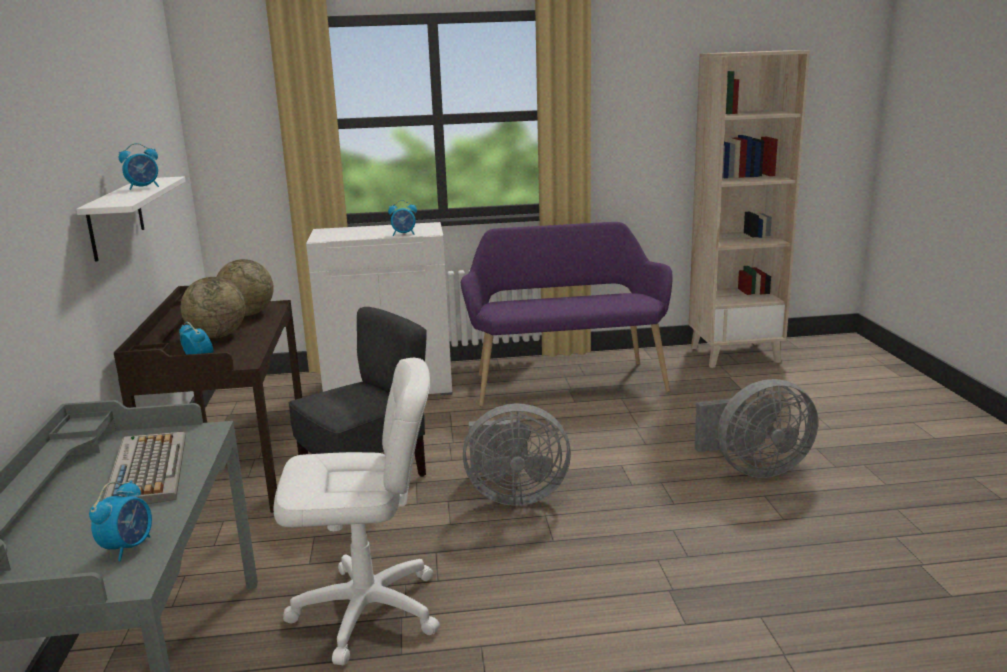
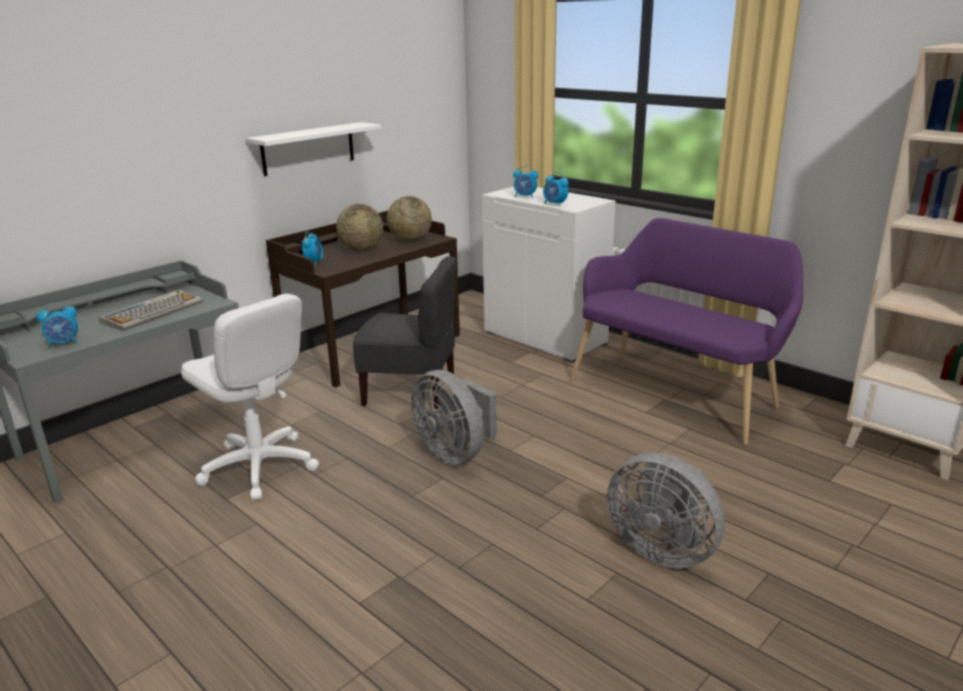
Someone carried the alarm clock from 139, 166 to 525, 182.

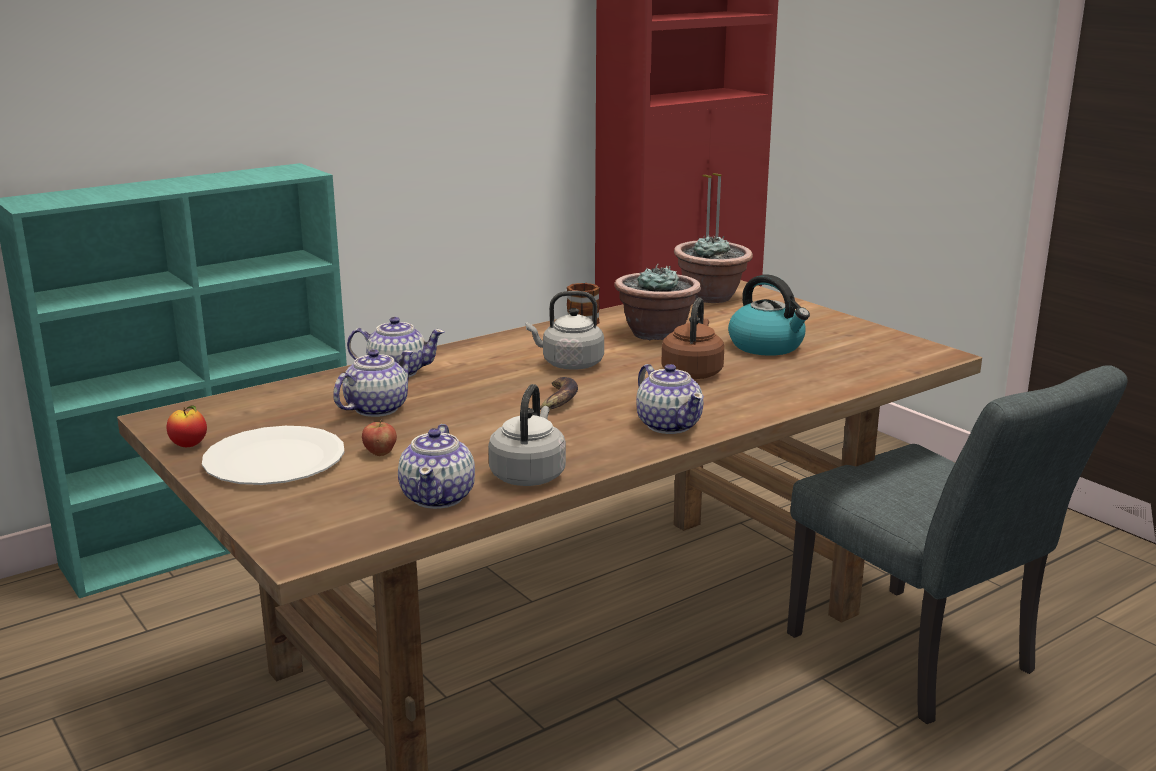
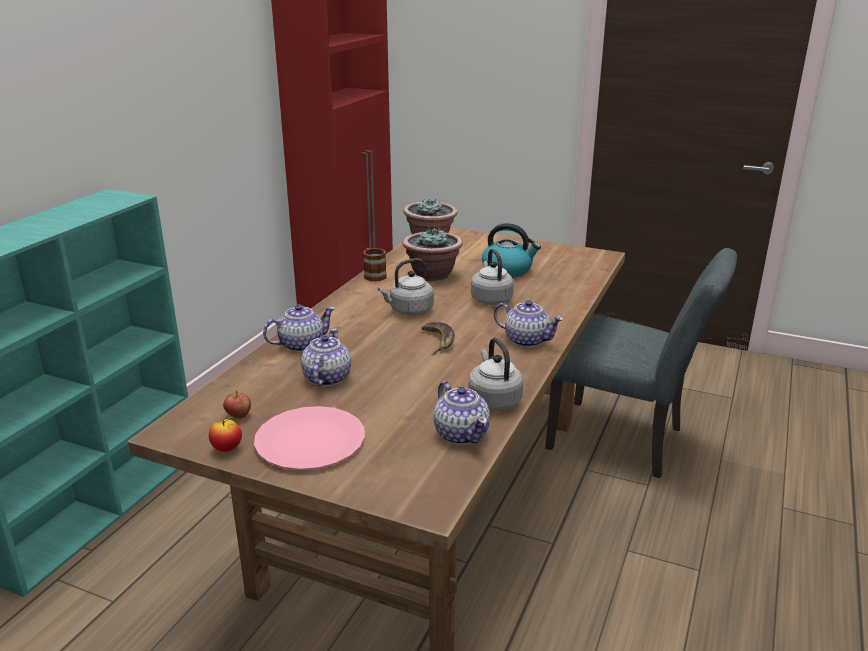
Someone repainted the brown kettle at 692, 338, which became the grey kettle at 492, 277. Someone carried the apple from 379, 437 to 237, 405. Someone repainted the white plate at 273, 455, which became the pink plate at 309, 438.

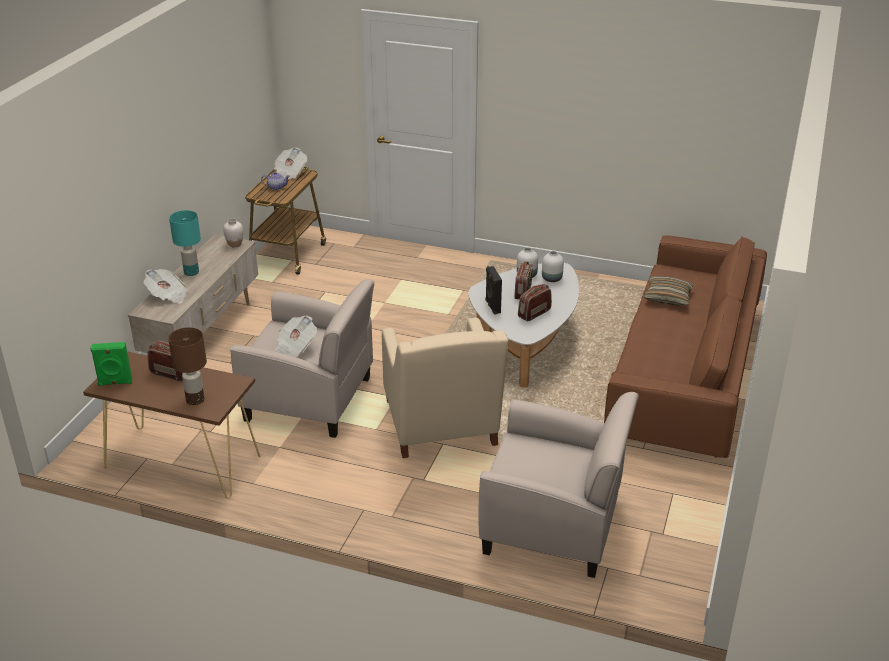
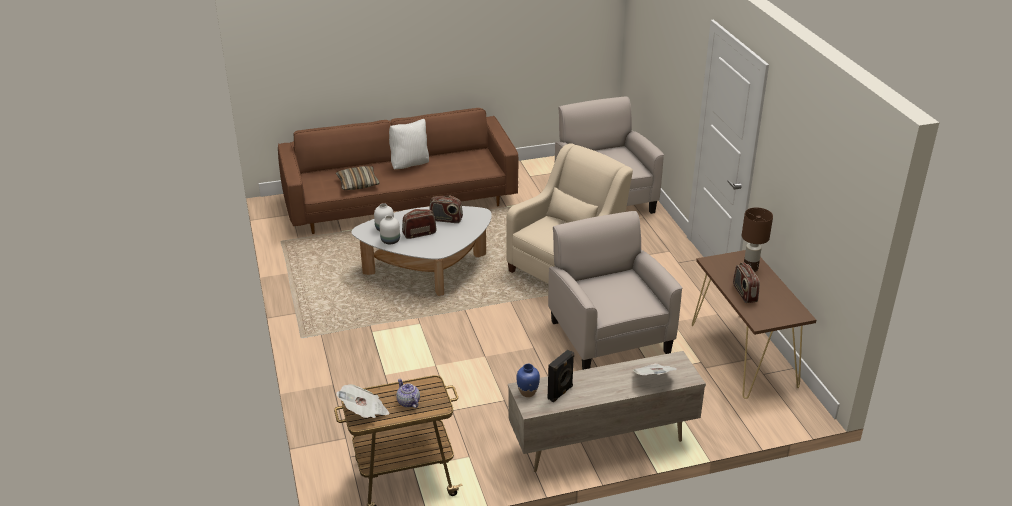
Someone took away the turquoise table lamp at 185, 243. Someone repainted the white vase at 233, 232, which became the blue vase at 528, 380. Someone carried the black speaker from 493, 290 to 561, 376. Someone took away the newspaper at 295, 336. Someone took away the green speaker at 111, 364. Someone put down the white pillow at 409, 144.

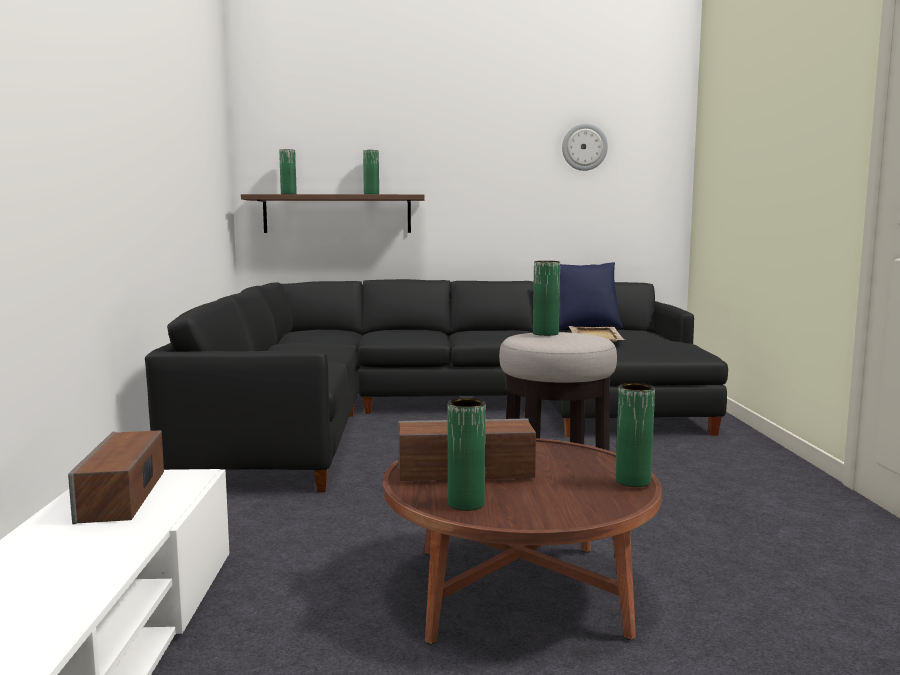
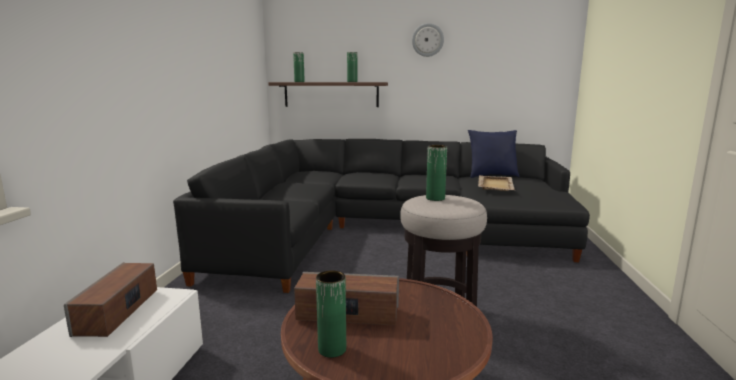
Someone carried the wall clock from 585, 147 to 428, 40. Someone took away the green vase at 635, 435.

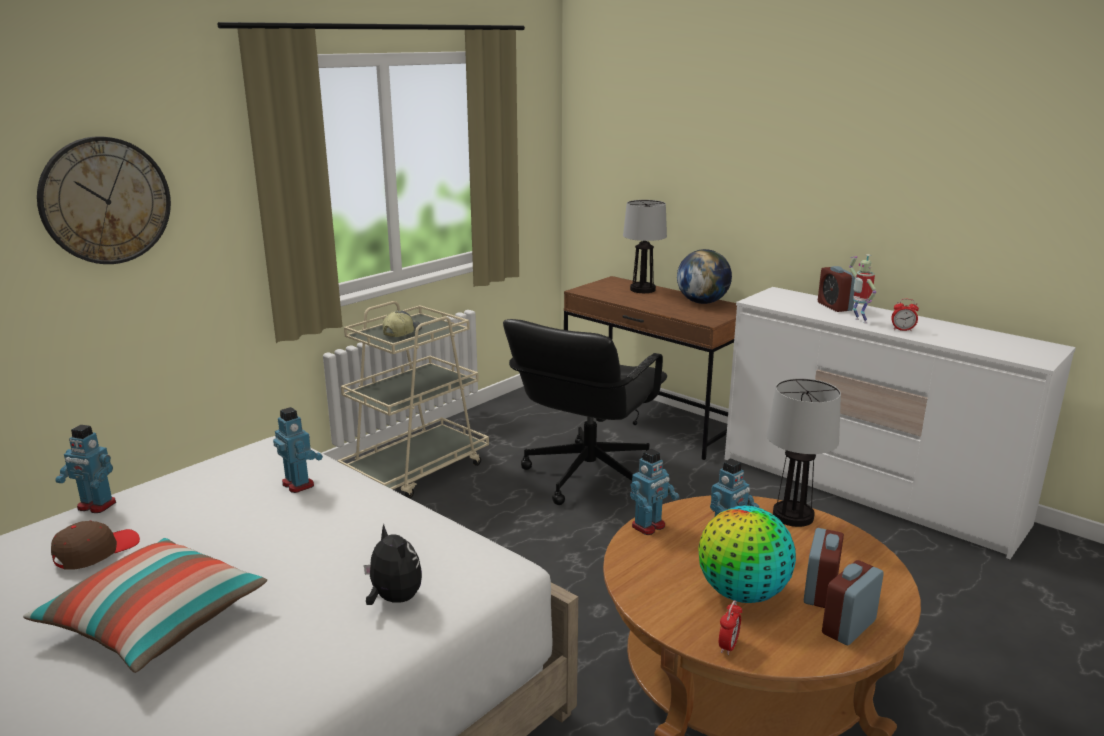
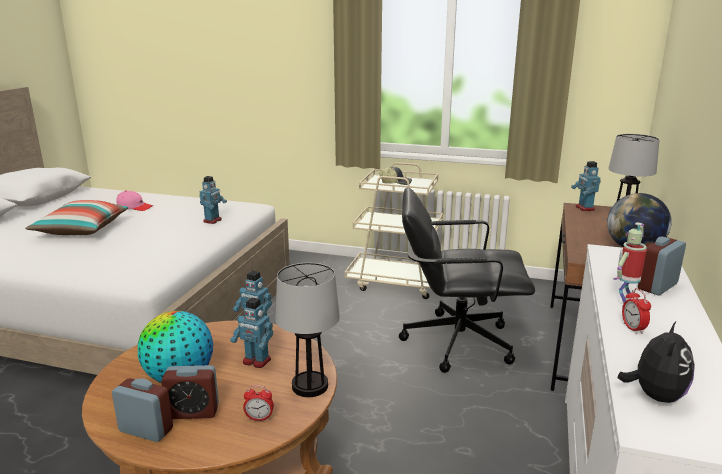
Someone took away the wall clock at 104, 200. Someone carried the toy robot from 85, 469 to 586, 186. Someone repainted the brown cap at 95, 545, which became the pink cap at 134, 201. Someone carried the plush toy from 393, 564 to 656, 362. Someone carried the alarm clock from 730, 627 to 258, 403.

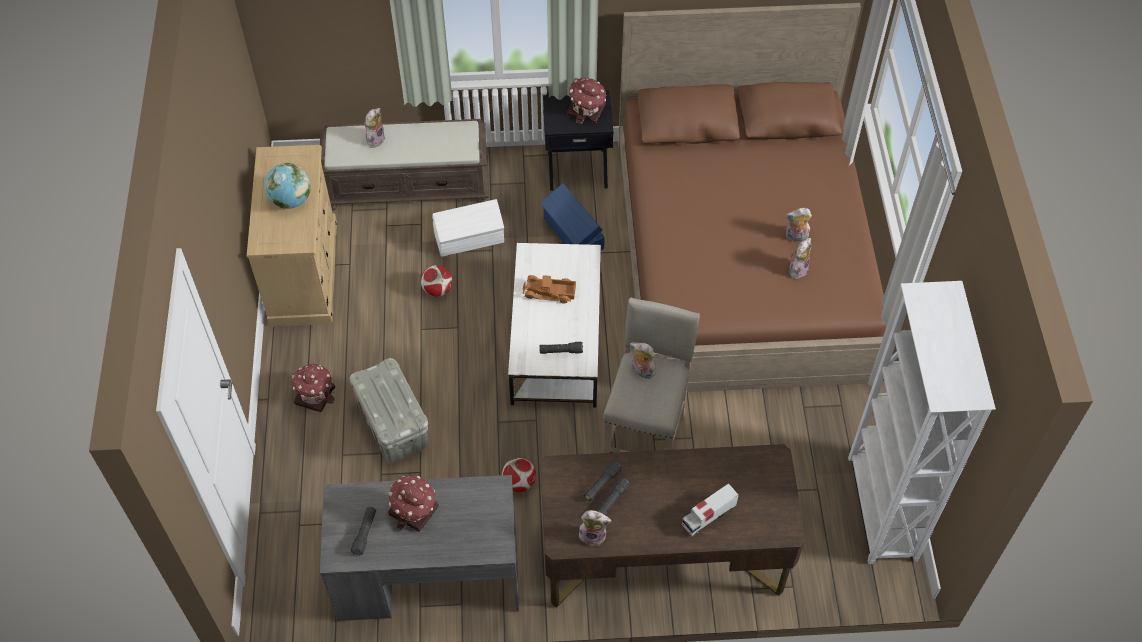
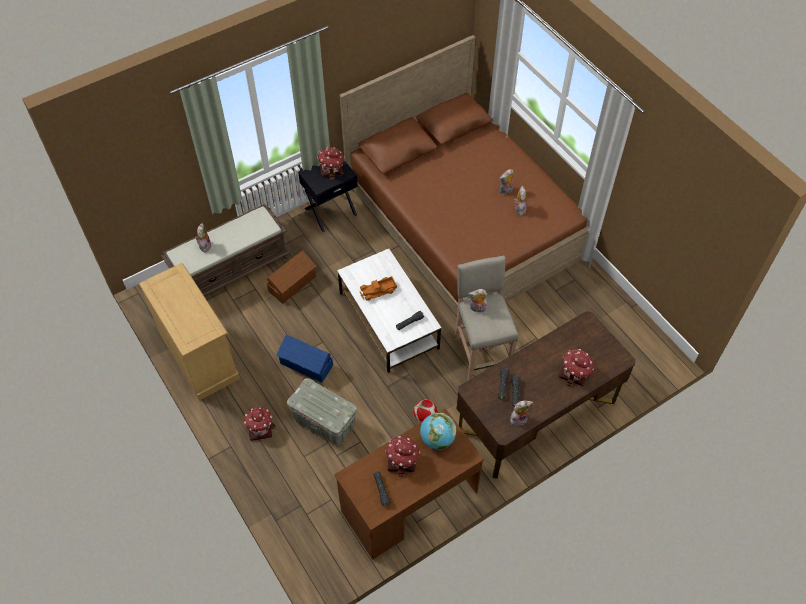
Someone carried the globe from 287, 186 to 438, 431. Someone carried the blue storage box from 572, 216 to 304, 358. Someone repainted the white storage box at 468, 228, which became the brown storage box at 291, 277. Someone took away the football at 436, 281. Someone took away the white bookcase at 922, 422. Someone repainted the grey desk at 419, 548, which became the brown desk at 409, 484. Someone swapped the toy truck at 710, 509 for the toy house at 576, 367.

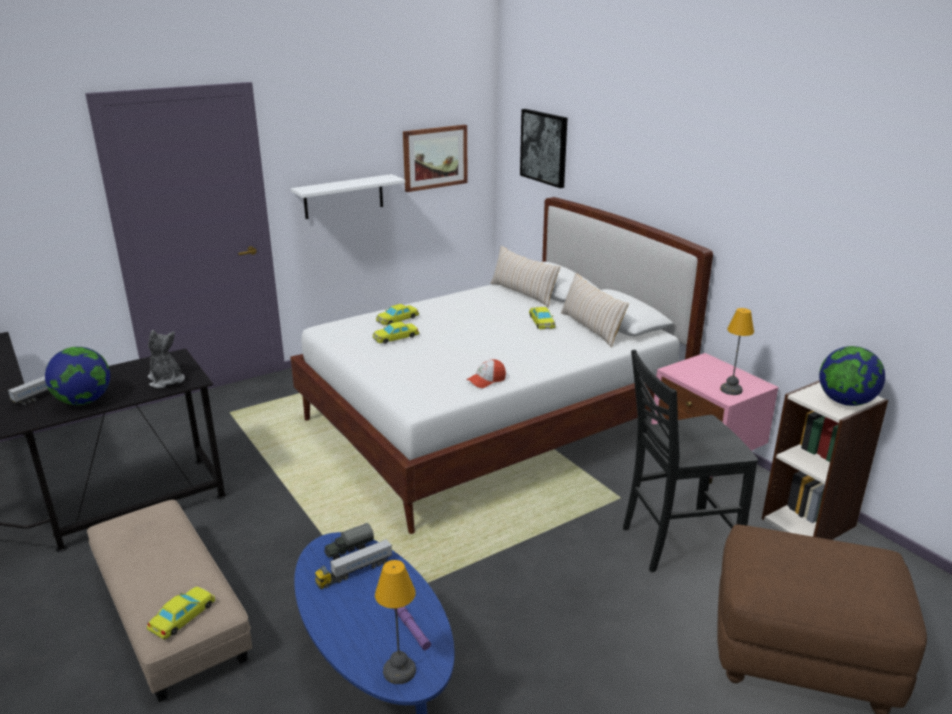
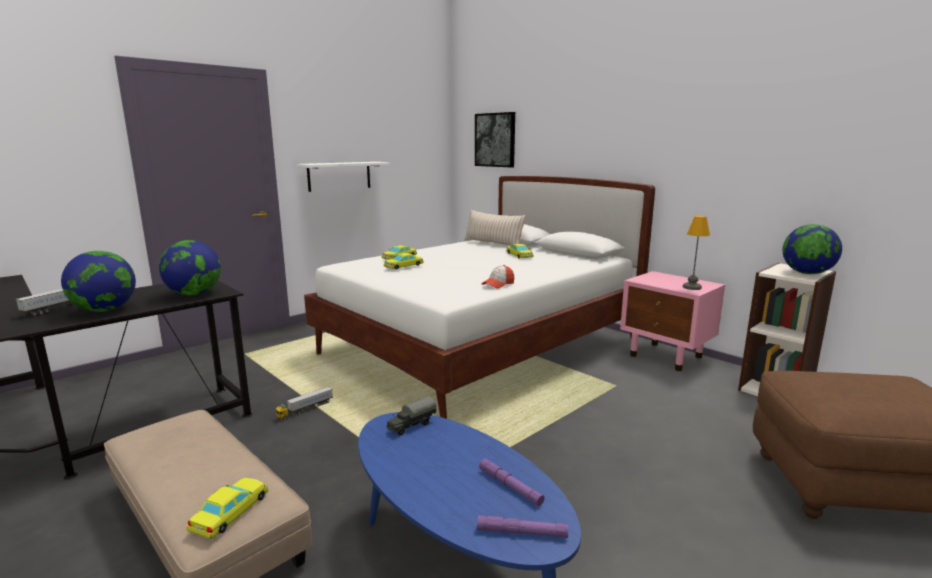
Someone took away the picture at 435, 158. Someone took away the beige pillow at 595, 310. Someone swapped the plush toy at 166, 359 for the globe at 190, 267. Someone took away the black chair at 690, 461. Someone carried the toy truck from 353, 564 to 304, 403. Someone swapped the table lamp at 395, 622 for the purple flashlight at 522, 526.

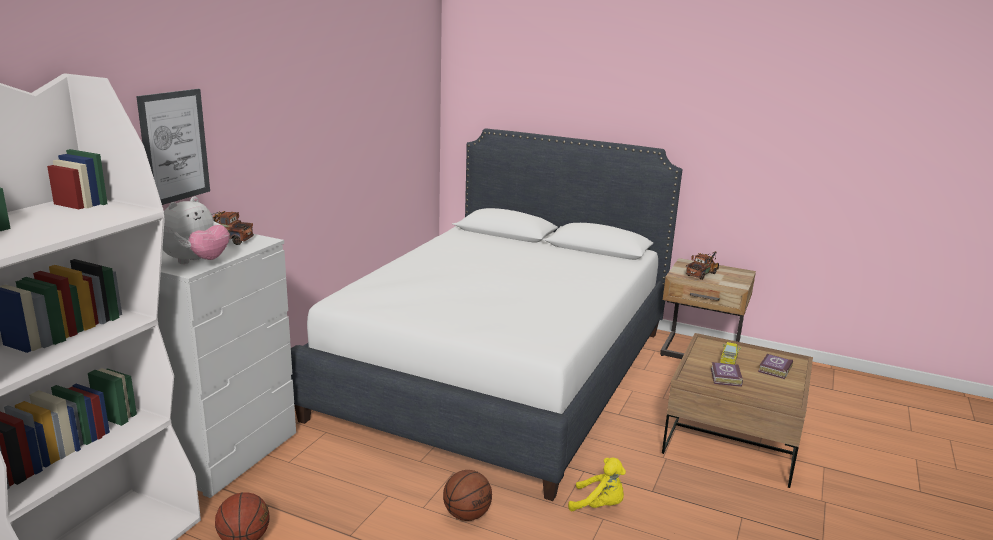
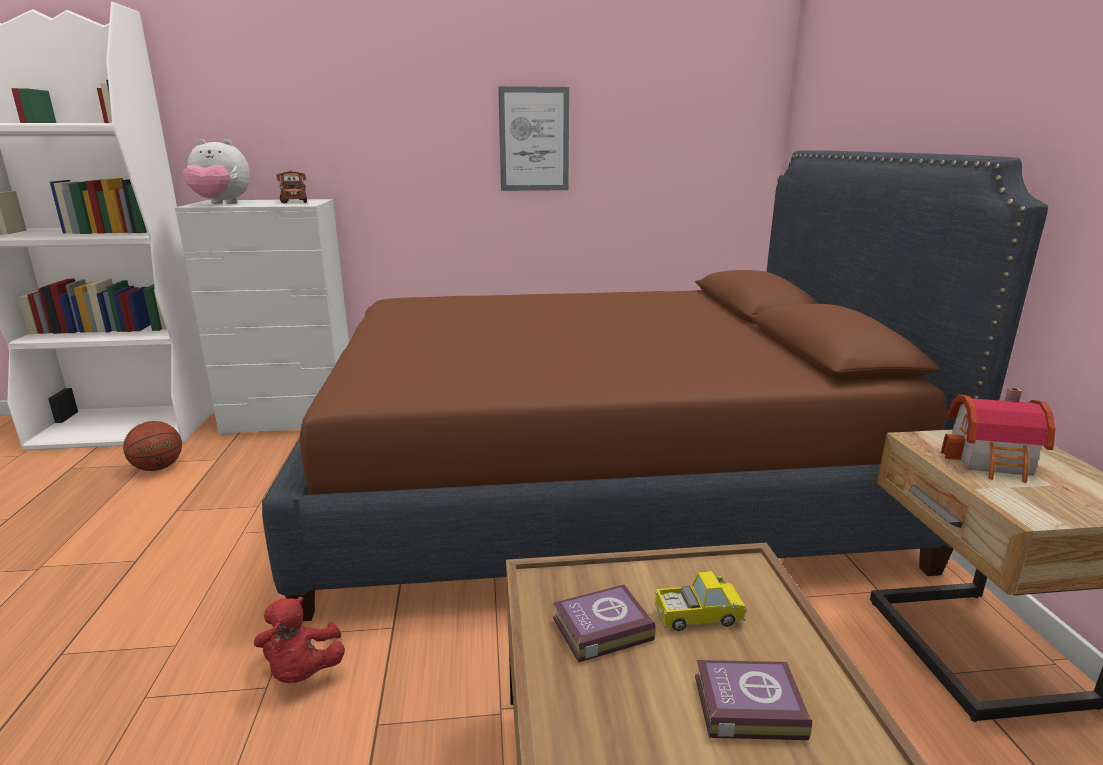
Someone carried the picture from 173, 147 to 533, 138. Someone repainted the white bed at 486, 314, which became the brown bed at 655, 385. Someone swapped the toy truck at 702, 265 for the toy house at 998, 435. Someone repainted the yellow plush toy at 597, 484, which became the red plush toy at 299, 640. Someone took away the basketball at 467, 495.

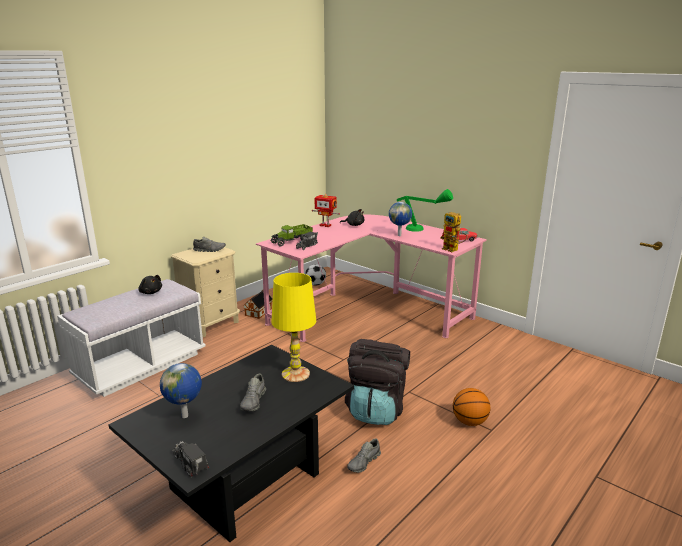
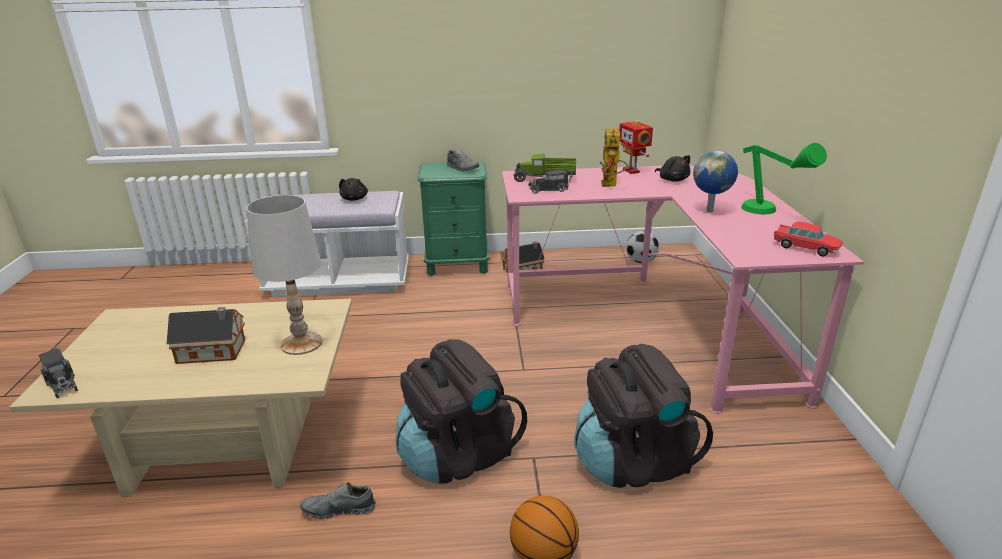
Someone carried the toy robot from 454, 232 to 613, 157. Someone repainted the beige nightstand at 205, 292, which became the green nightstand at 453, 218. Someone repainted the yellow table lamp at 293, 327, which became the white table lamp at 284, 275. Someone repainted the black coffee table at 231, 443, which became the beige coffee table at 181, 398. Someone took away the globe at 181, 390. Someone swapped the grey shoe at 253, 392 for the toy house at 206, 335. Someone rotated the toy truck at 191, 459 by 135 degrees clockwise. Someone put down the black backpack at 643, 416.

